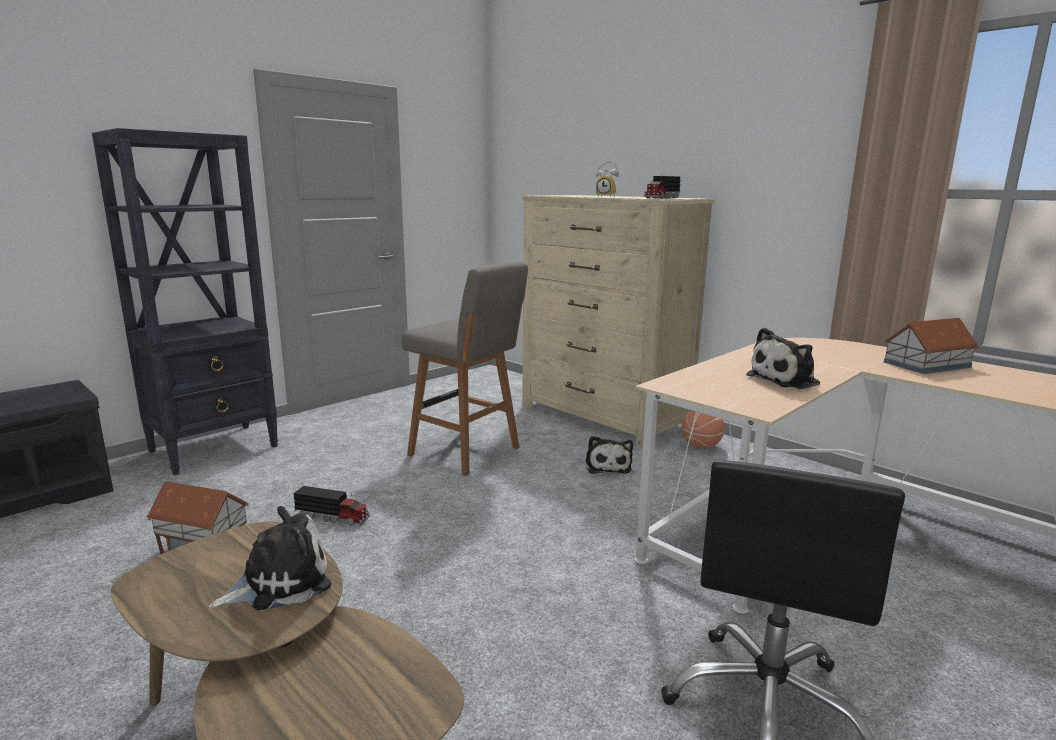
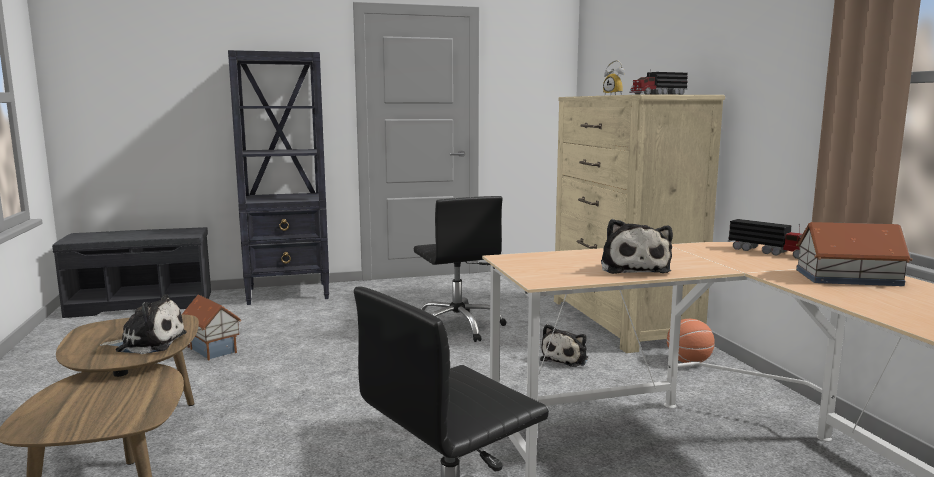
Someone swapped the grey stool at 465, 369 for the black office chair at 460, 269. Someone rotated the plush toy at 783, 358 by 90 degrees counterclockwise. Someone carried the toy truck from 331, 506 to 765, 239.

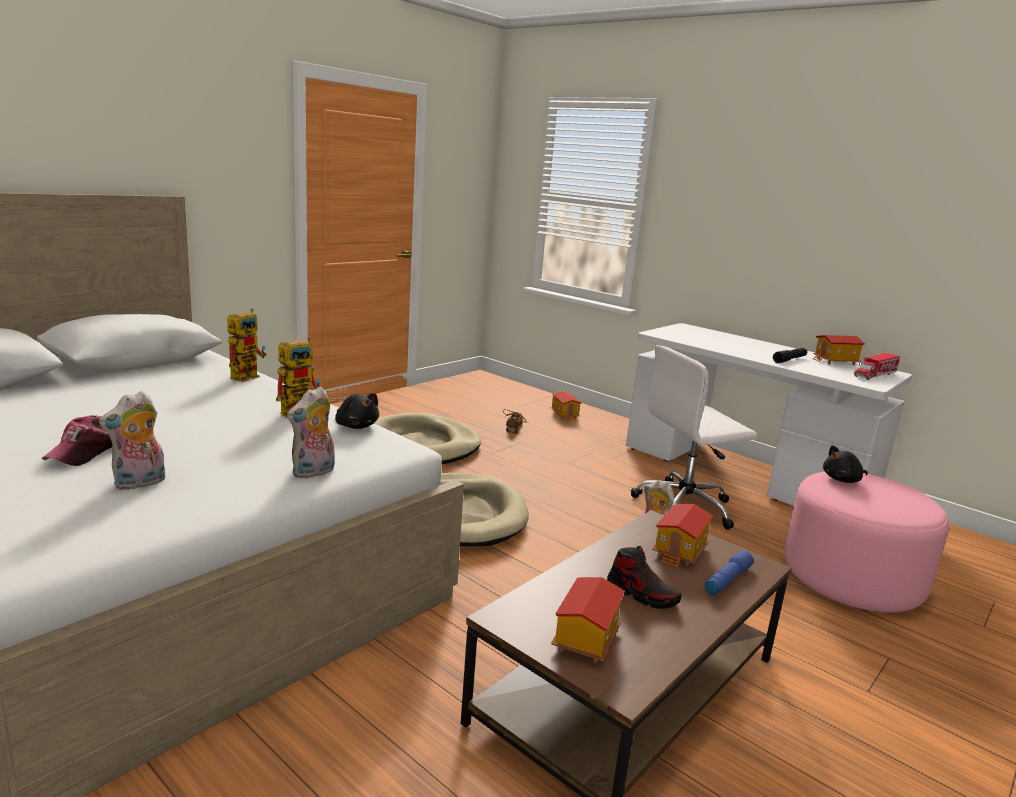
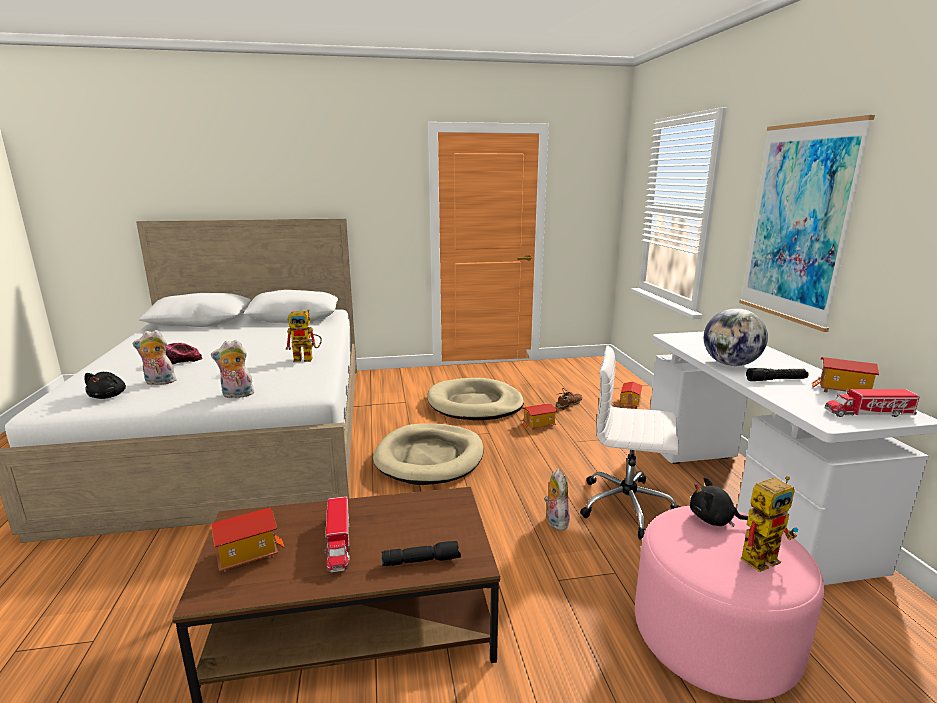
Someone carried the toy robot from 247, 345 to 769, 524. Someone carried the black plush toy from 357, 411 to 105, 385. Someone carried the toy house from 682, 536 to 539, 416. Someone swapped the shoe at 644, 577 for the toy truck at 337, 534. Someone repainted the blue flashlight at 729, 572, which became the black flashlight at 421, 553. Someone put up the picture at 807, 223. Someone put down the globe at 736, 337.

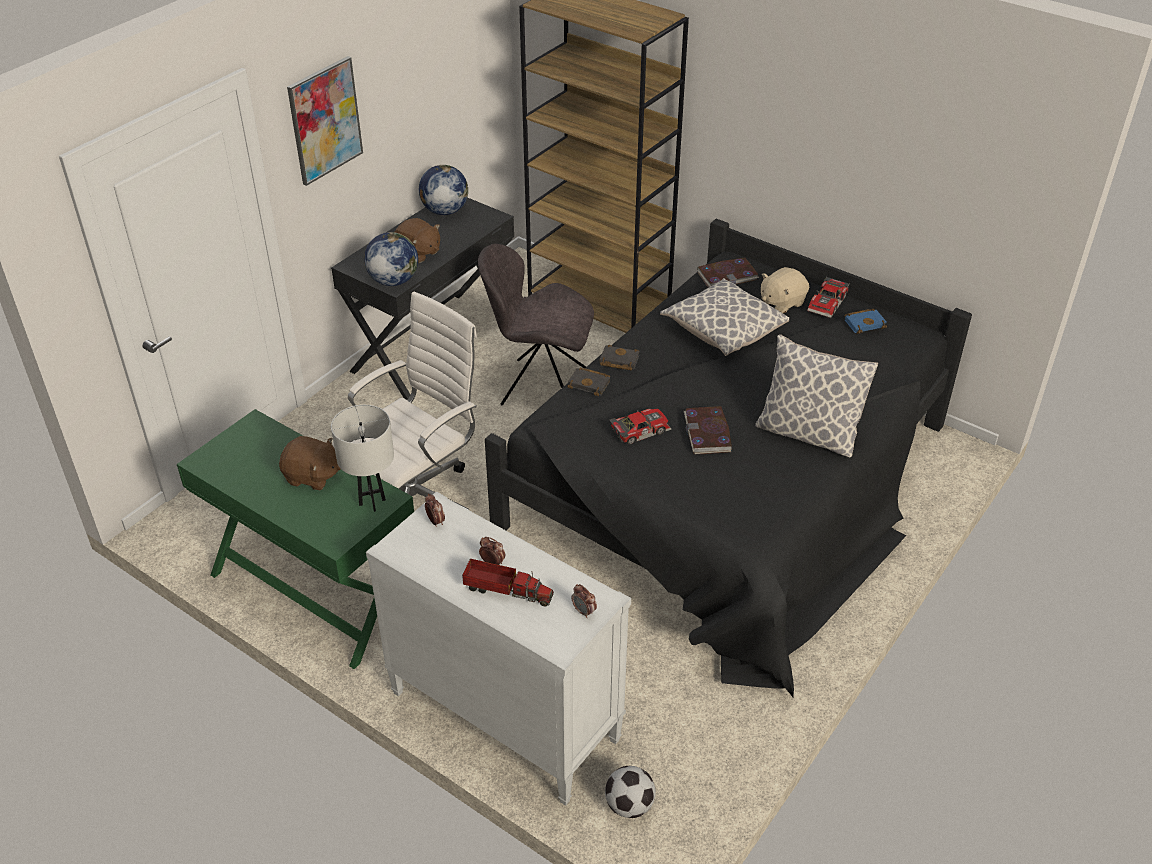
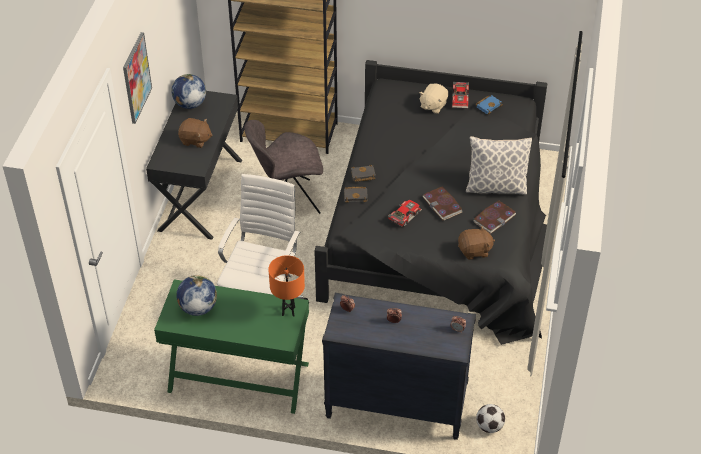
Someone carried the globe from 391, 259 to 196, 295. Someone carried the book from 728, 273 to 494, 217. Someone took away the pillow at 724, 317. Someone repainted the white table lamp at 362, 458, which became the orange table lamp at 286, 285. Someone carried the brown plush toy from 310, 463 to 476, 243. Someone repainted the white dresser at 498, 649, which became the black dresser at 399, 366. Someone took away the toy truck at 508, 583.

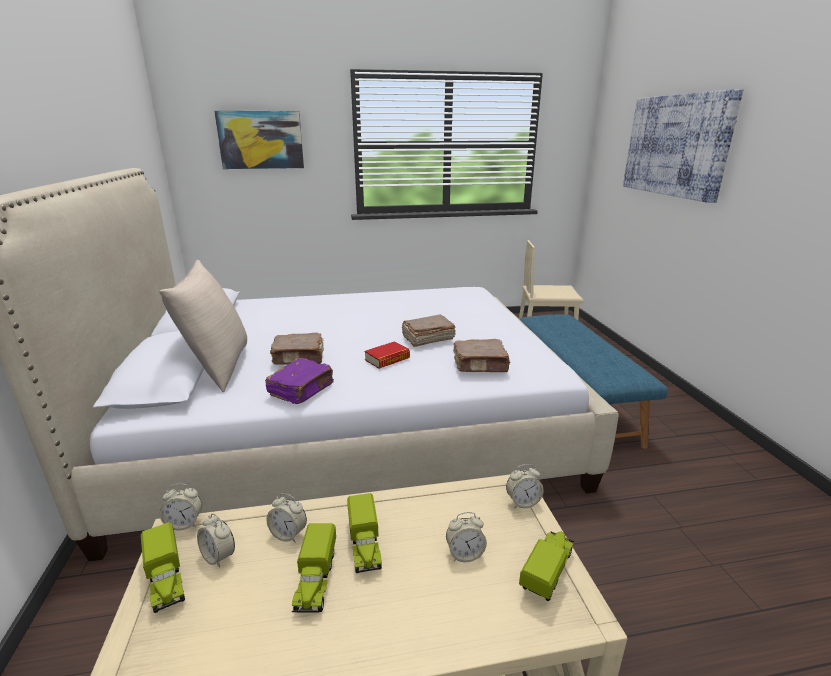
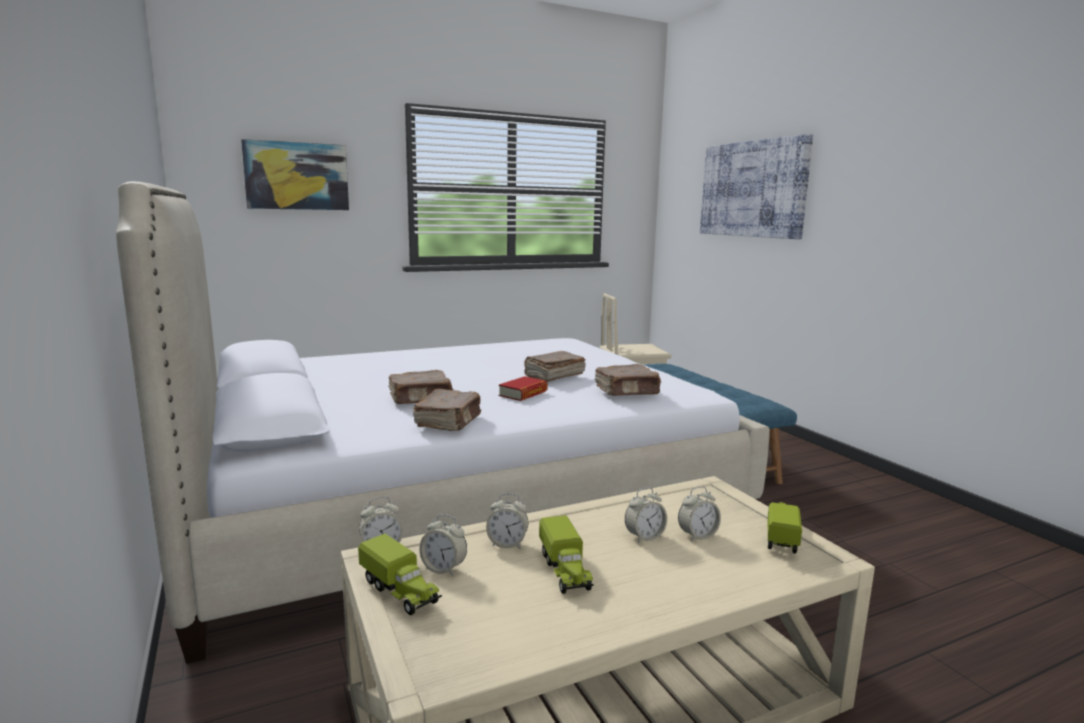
Someone took away the beige pillow at 203, 326. Someone repainted the purple book at 299, 381, which became the brown book at 447, 410. Someone carried the alarm clock from 525, 486 to 646, 515. Someone took away the toy truck at 364, 533.

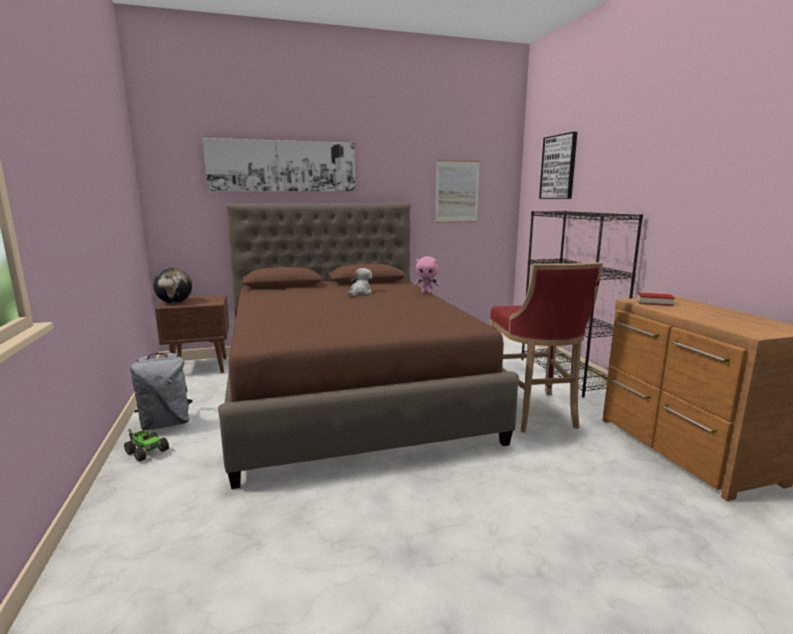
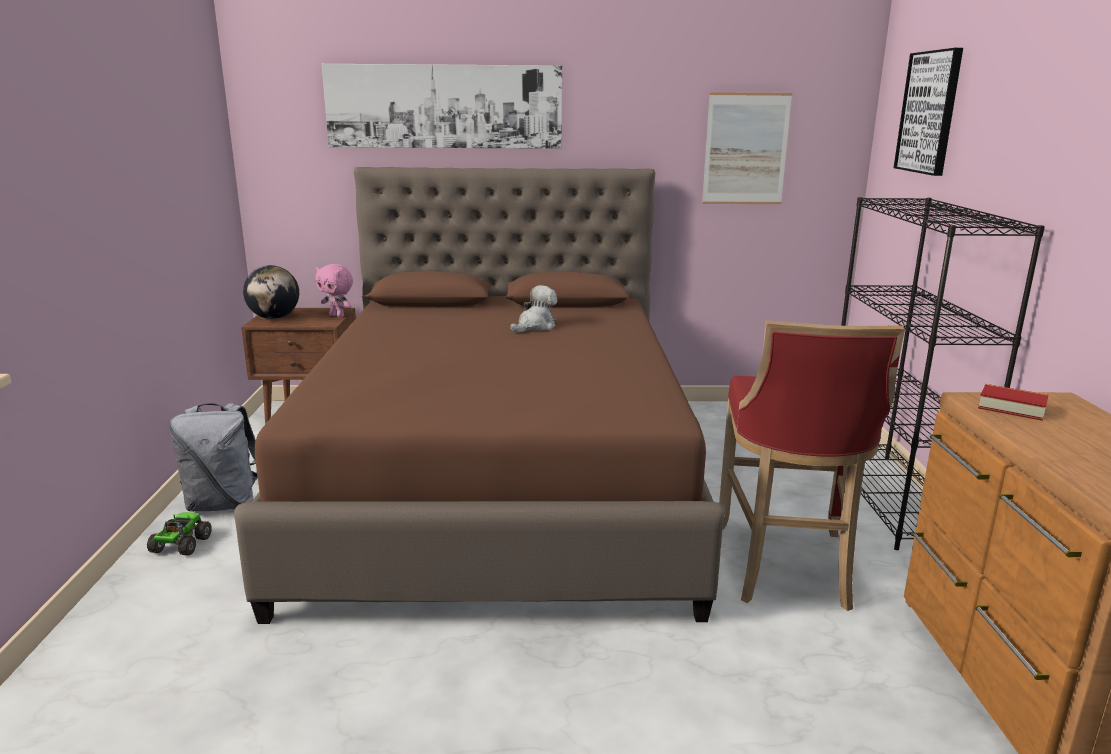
Someone carried the pink plush toy from 427, 275 to 334, 290. Someone rotated the toy truck at 146, 445 by 135 degrees counterclockwise.

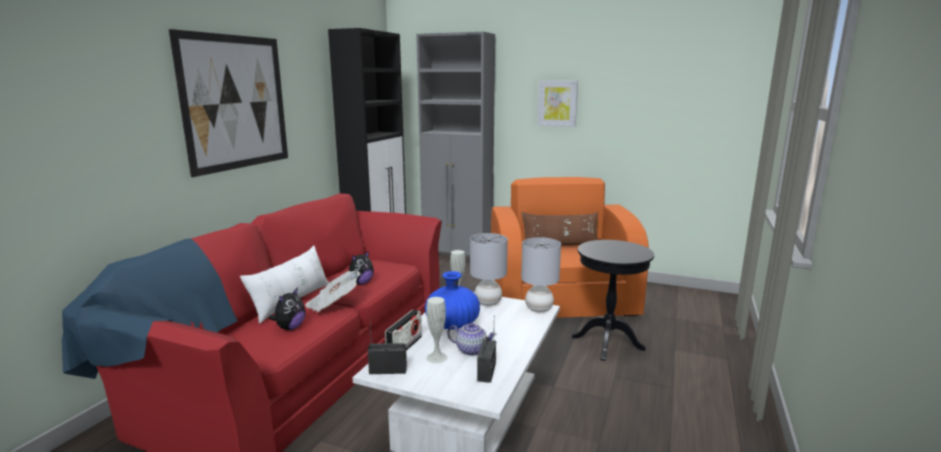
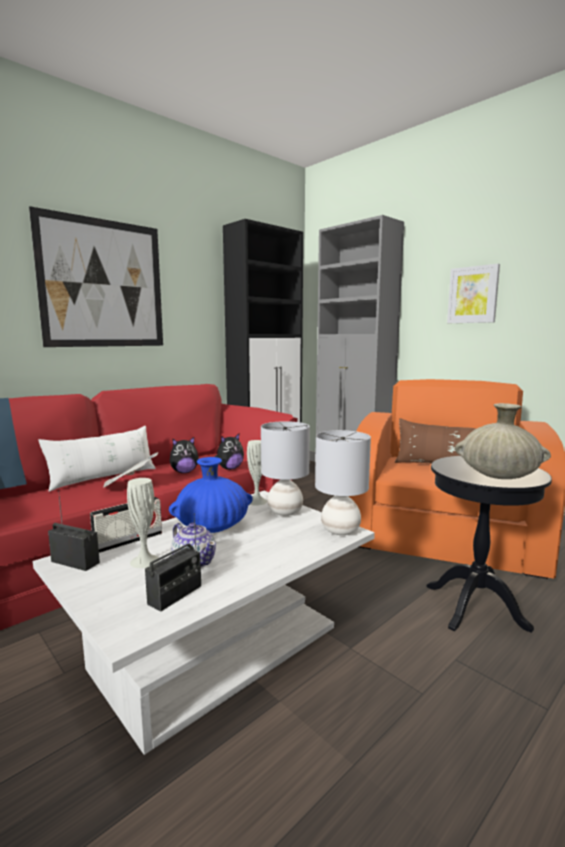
Someone carried the plush toy from 287, 309 to 229, 452. Someone put down the beige vase at 503, 441.

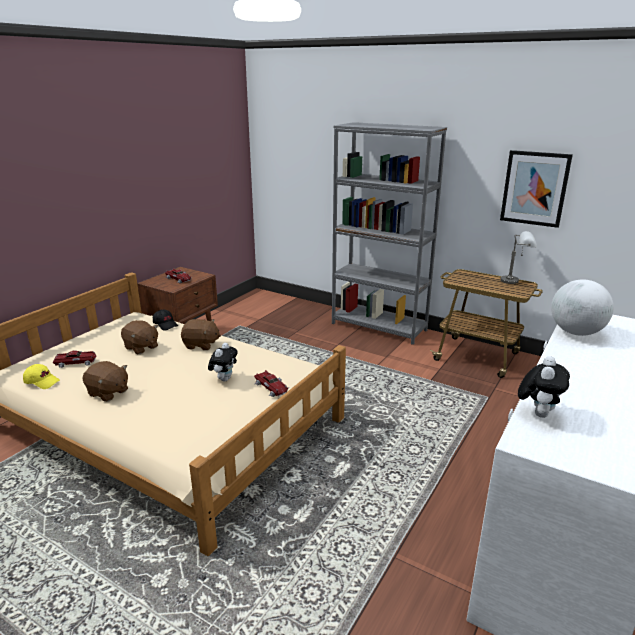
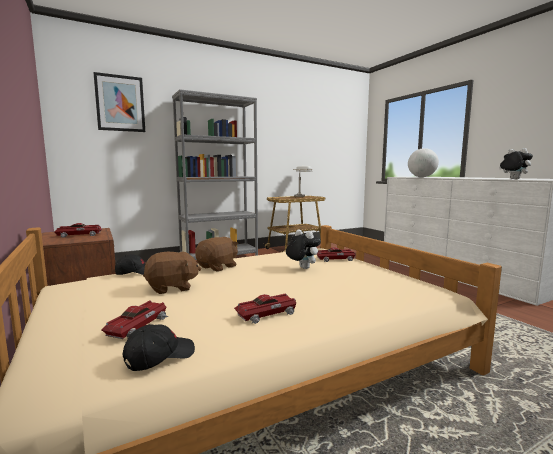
Someone carried the picture from 536, 189 to 119, 102. Someone swapped the brown plush toy at 105, 381 for the toy car at 265, 308. Someone repainted the yellow cap at 41, 376, which became the black cap at 158, 347.

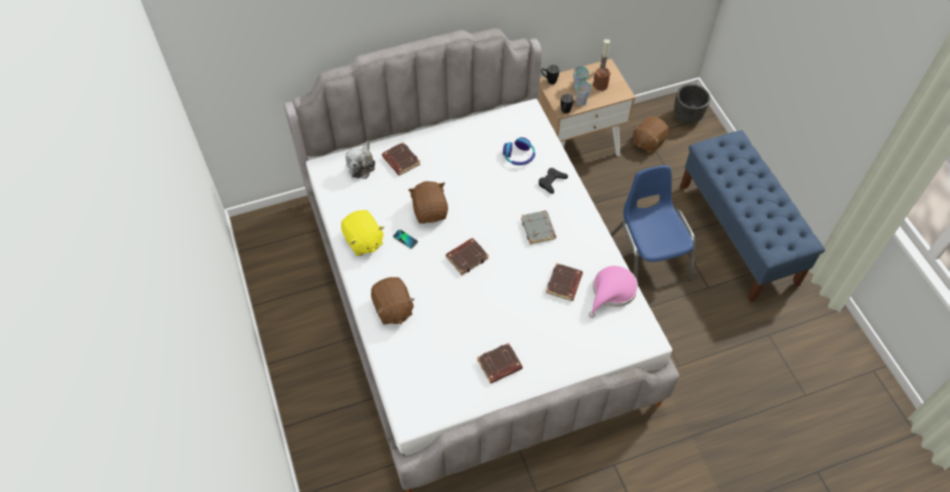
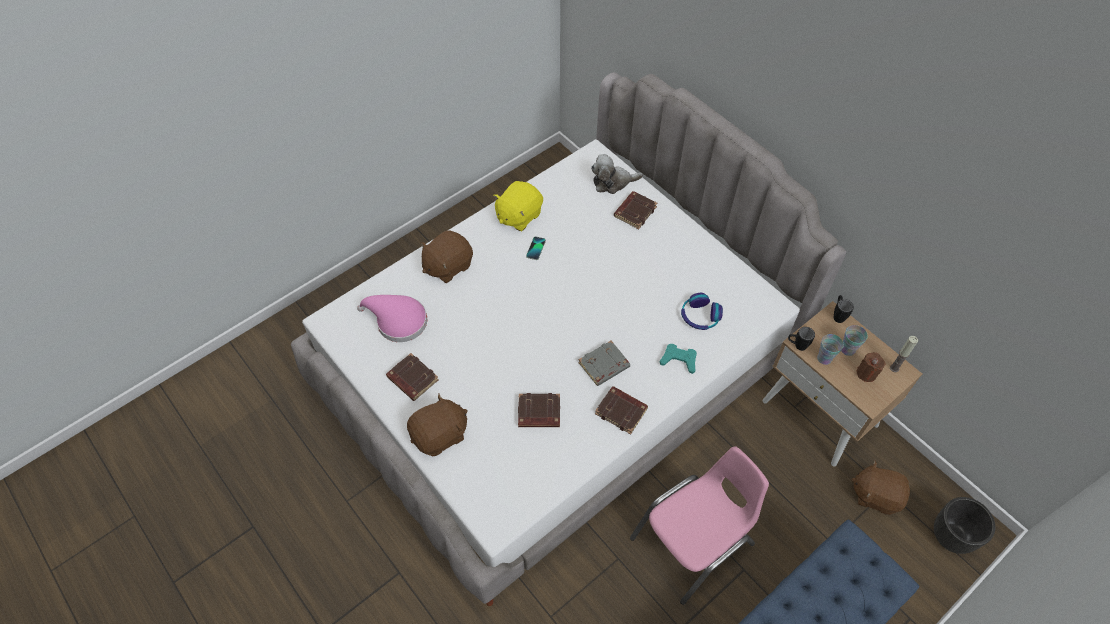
Someone repainted the blue chair at 653, 223, which became the pink chair at 699, 525. Someone repainted the black game controller at 553, 181, which became the turquoise game controller at 678, 359. Someone carried the brown plush toy from 428, 202 to 437, 425. Someone carried the brown book from 467, 256 to 621, 410. Someone carried the pink hat from 613, 292 to 392, 318.

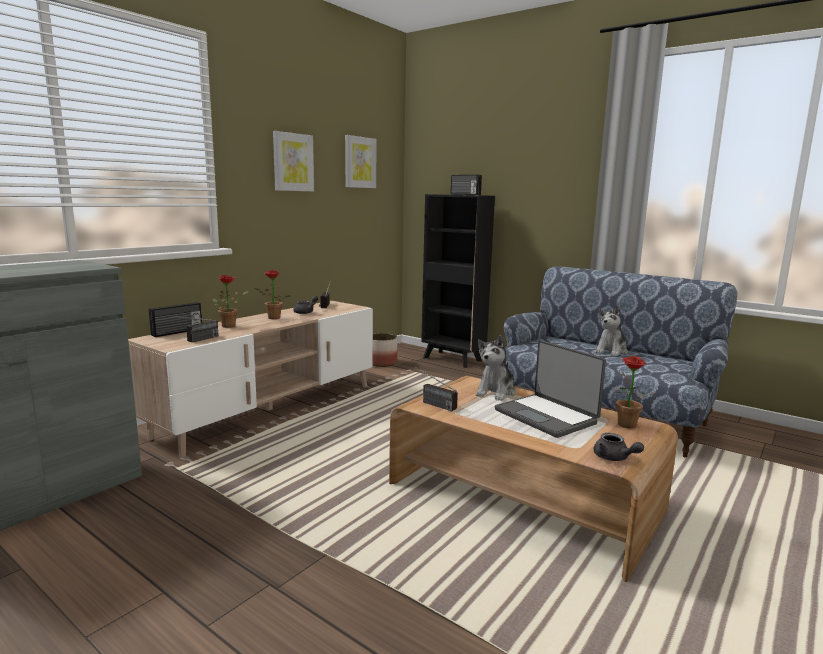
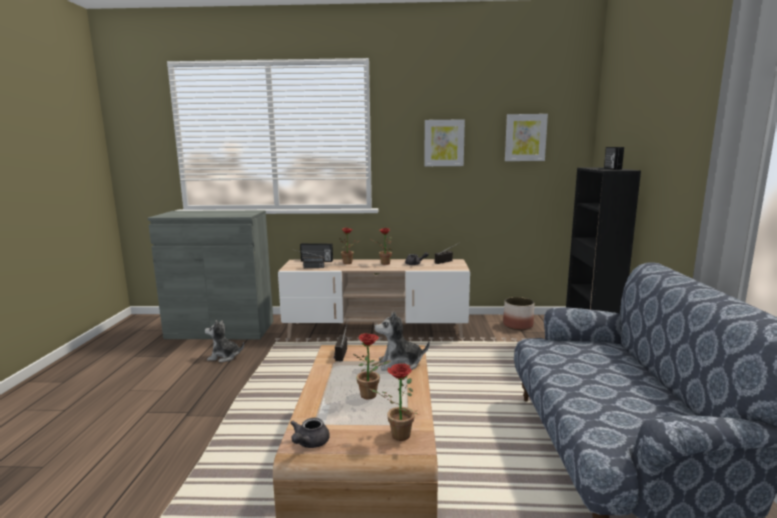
Someone carried the plush toy from 611, 331 to 224, 341. Someone swapped the laptop at 550, 389 for the potted plant at 372, 366.

